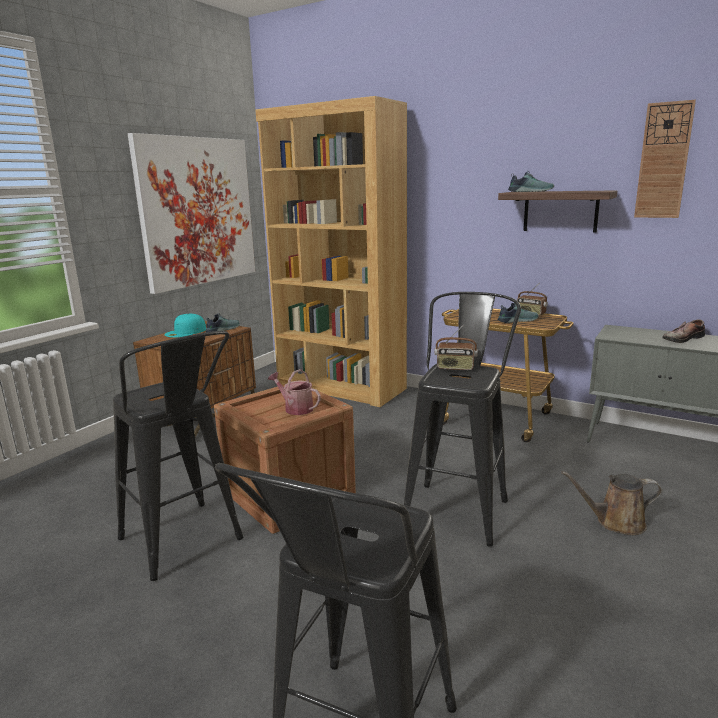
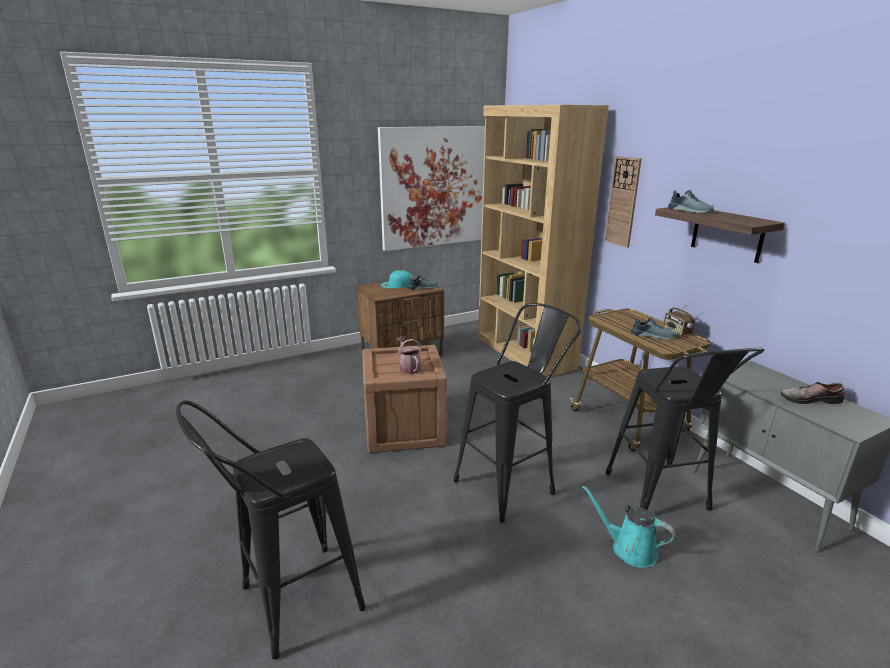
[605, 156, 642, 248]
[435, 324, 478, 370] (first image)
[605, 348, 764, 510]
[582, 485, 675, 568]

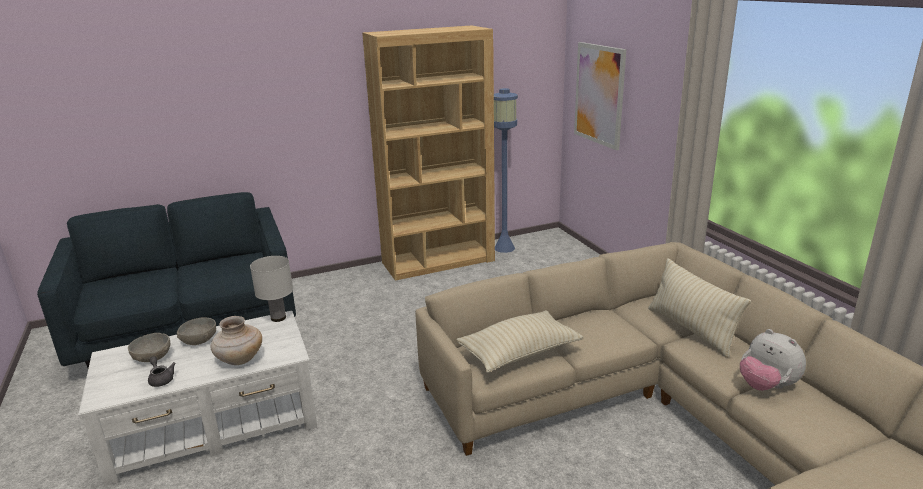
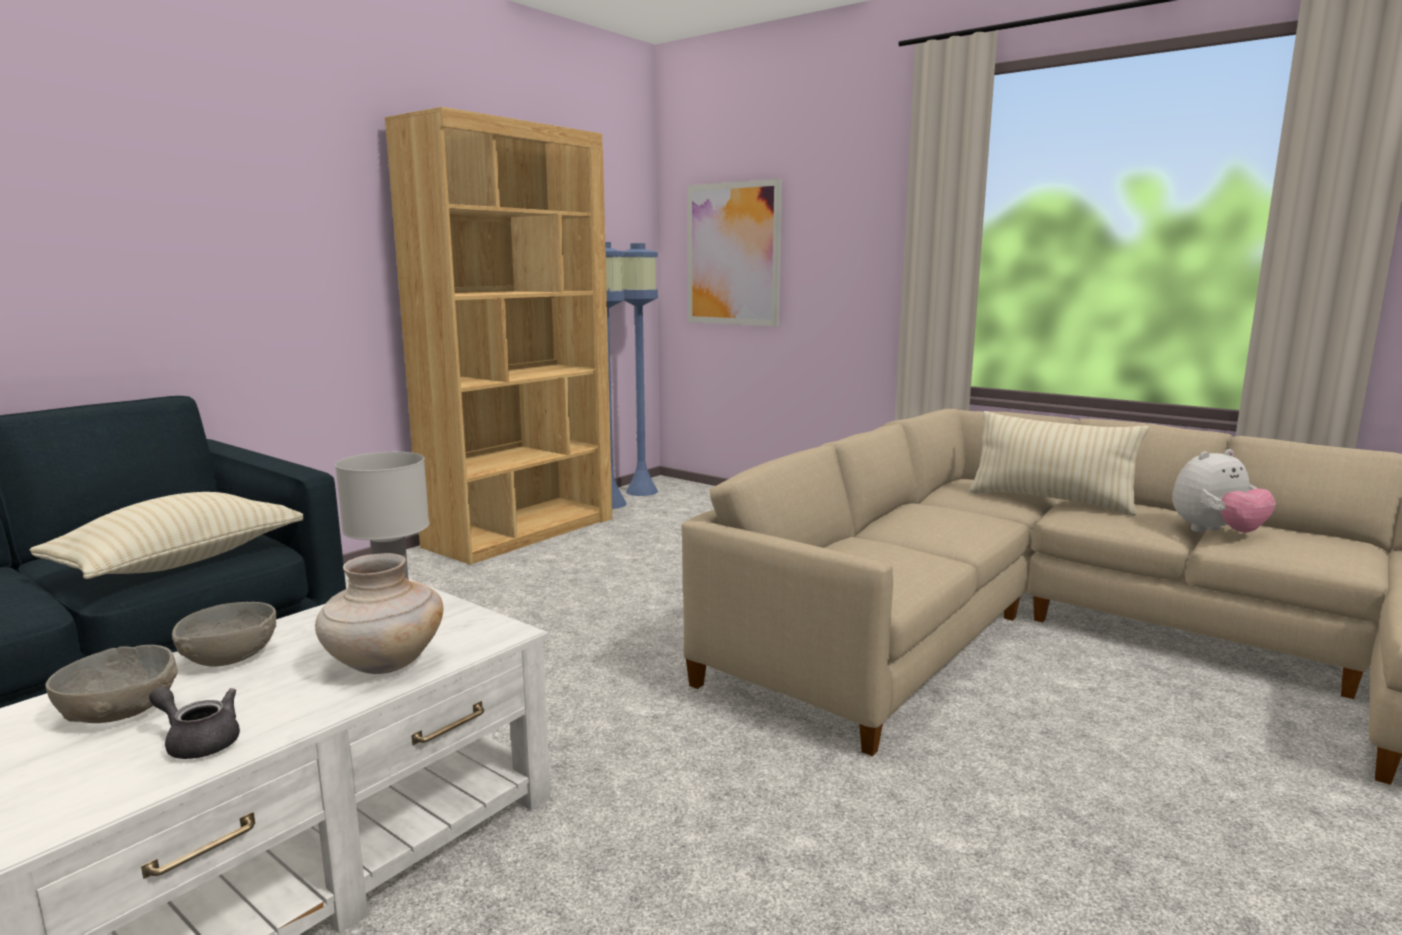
[30, 492, 303, 579]
[1172, 449, 1276, 533]
[622, 243, 658, 496]

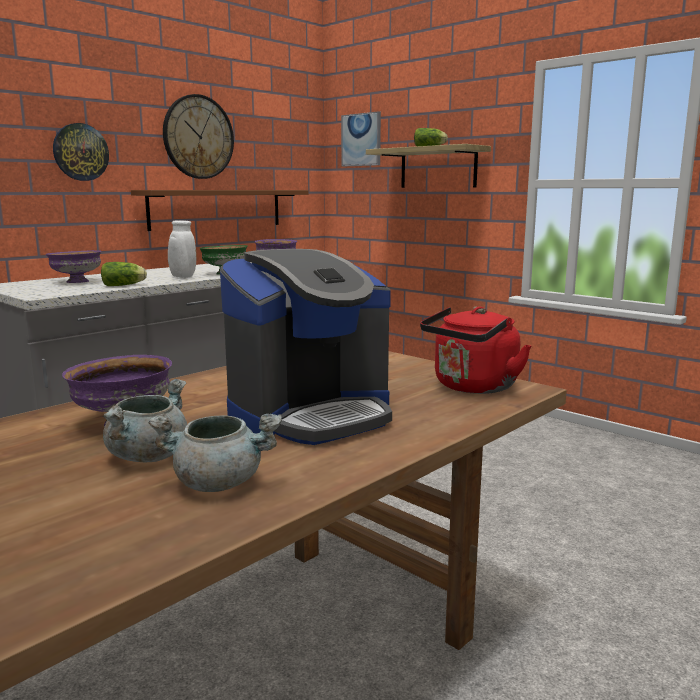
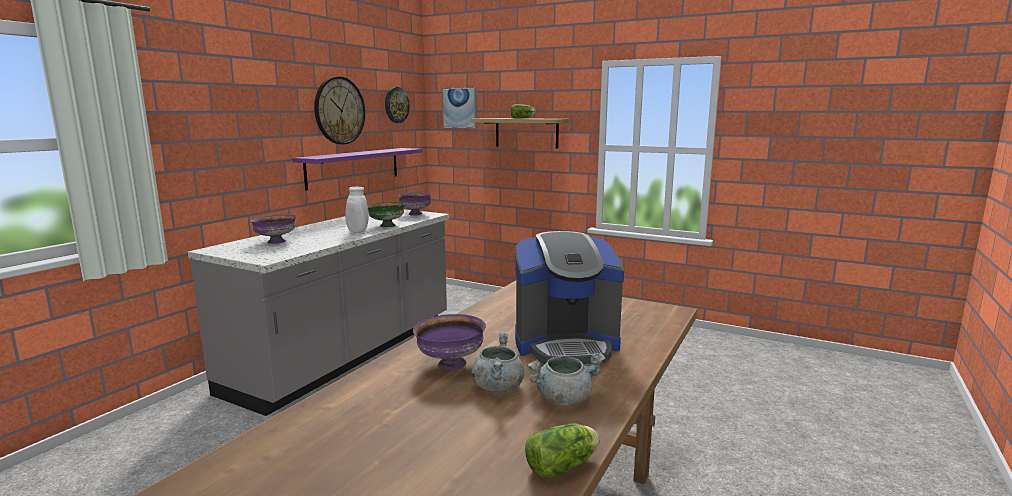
[385, 87, 410, 123]
[293, 148, 423, 190]
[515, 231, 624, 364]
[525, 423, 600, 479]
[420, 306, 531, 394] (first image)

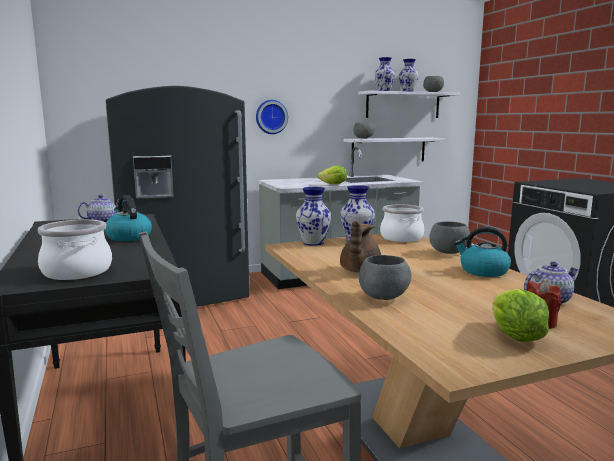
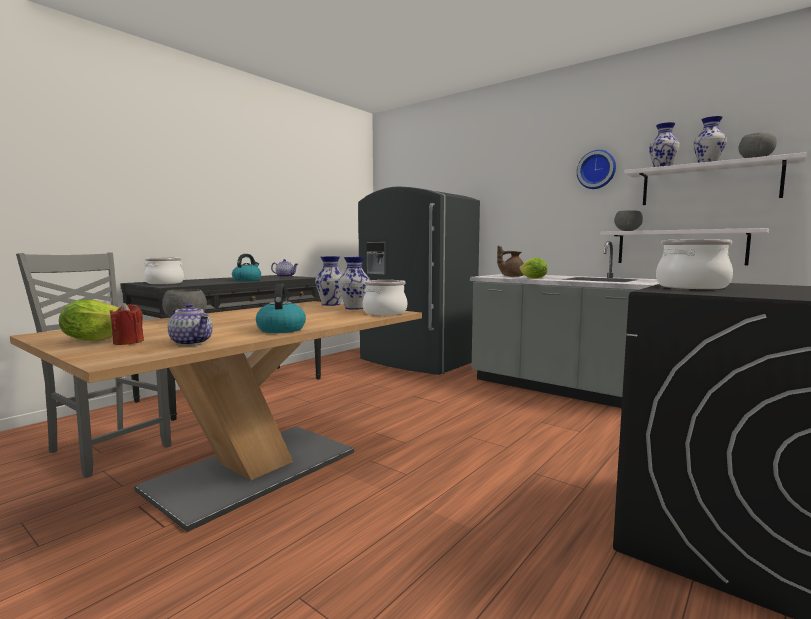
[577, 150, 616, 189]
[497, 245, 524, 277]
[429, 221, 470, 254] (first image)
[656, 239, 733, 289]

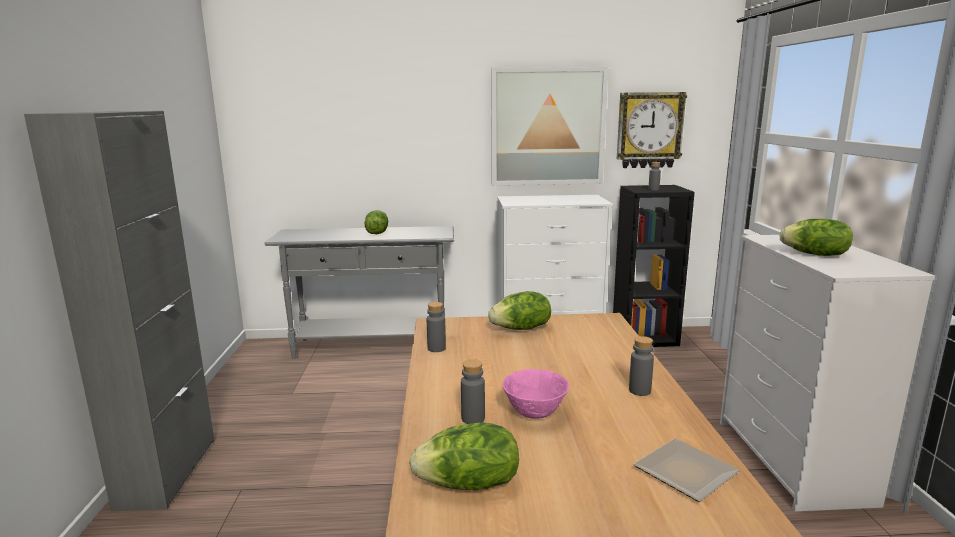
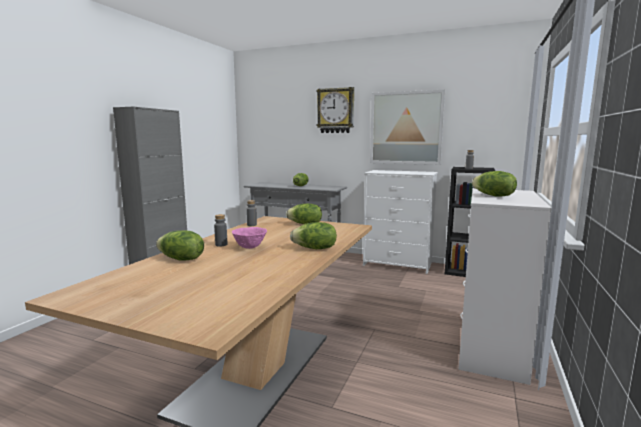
[317, 87, 354, 133]
[290, 222, 337, 249]
[633, 438, 741, 502] (first image)

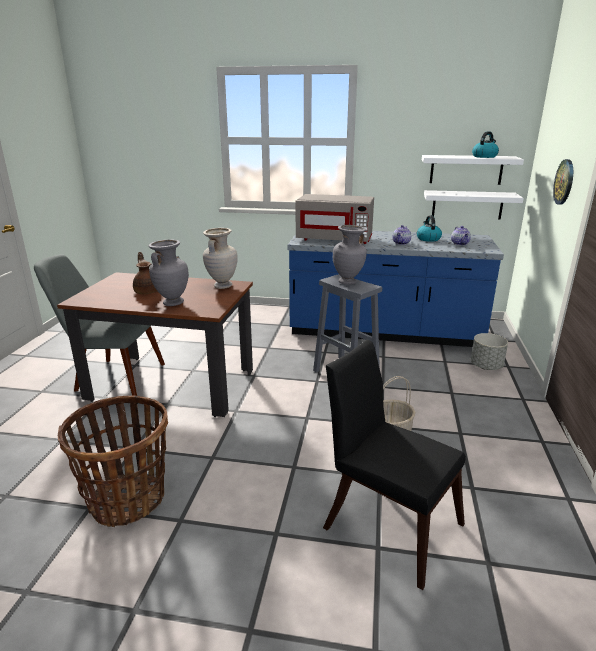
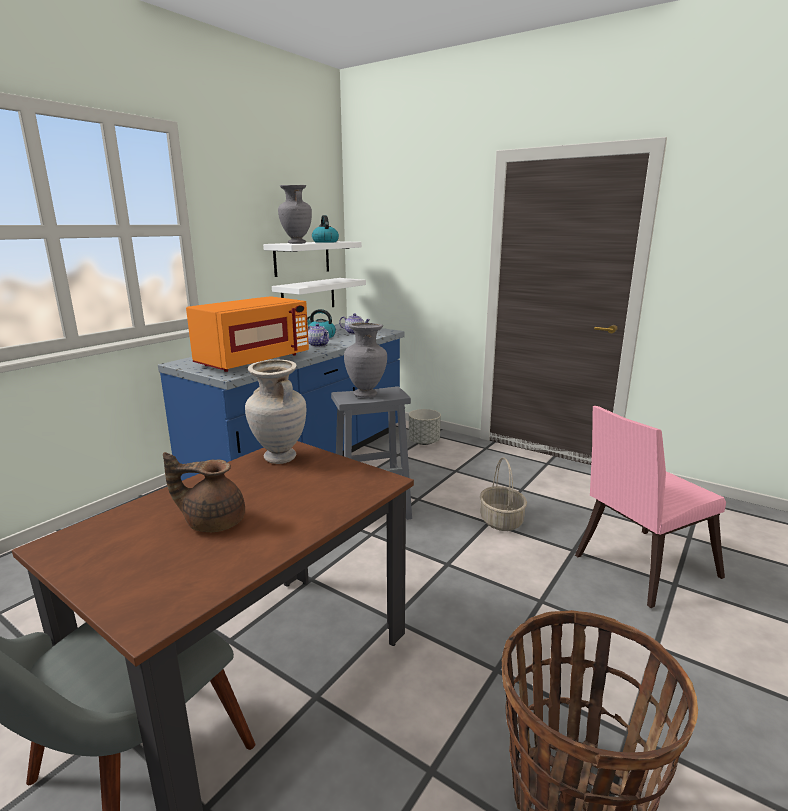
[553, 159, 573, 205] (first image)
[186, 296, 309, 372]
[278, 185, 312, 244]
[575, 406, 726, 608]

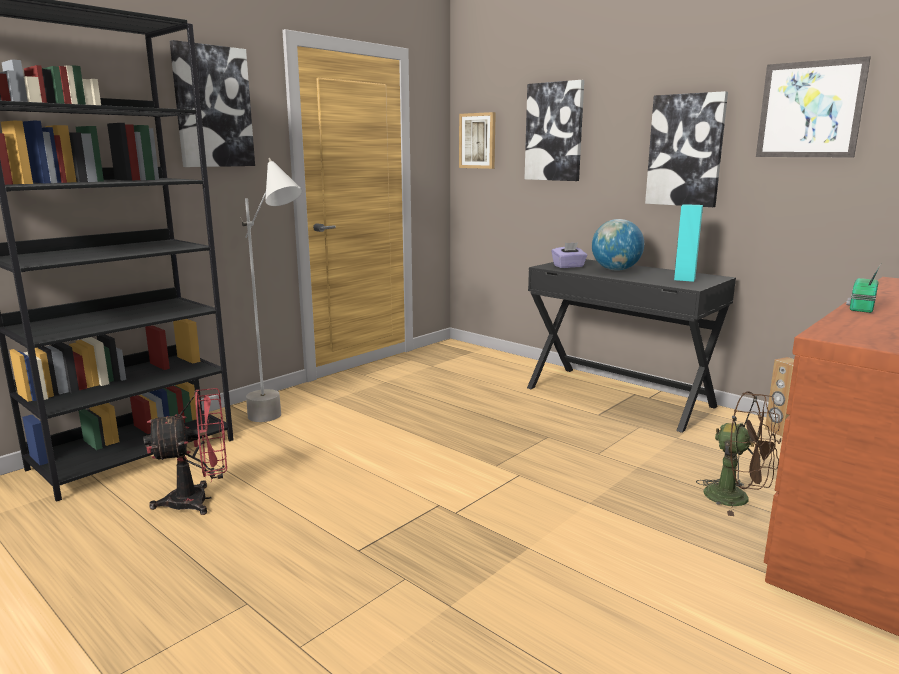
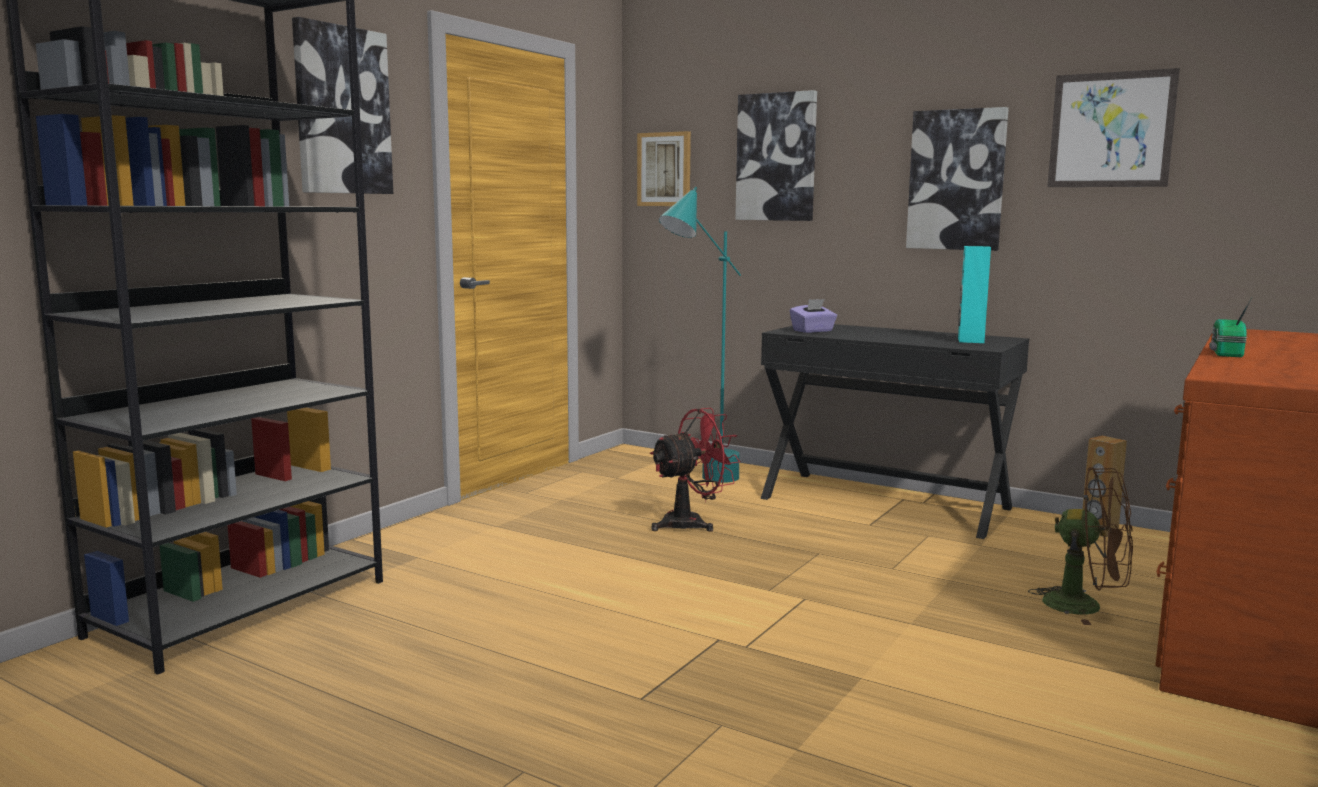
[240, 158, 302, 422] (first image)
[592, 219, 644, 271] (first image)
[650, 408, 740, 532]
[659, 187, 741, 483]

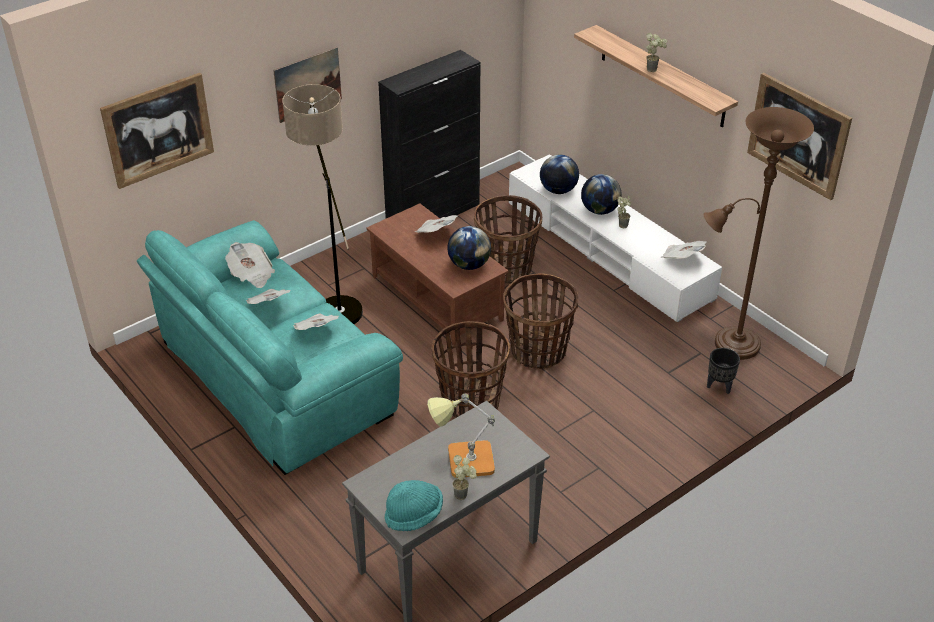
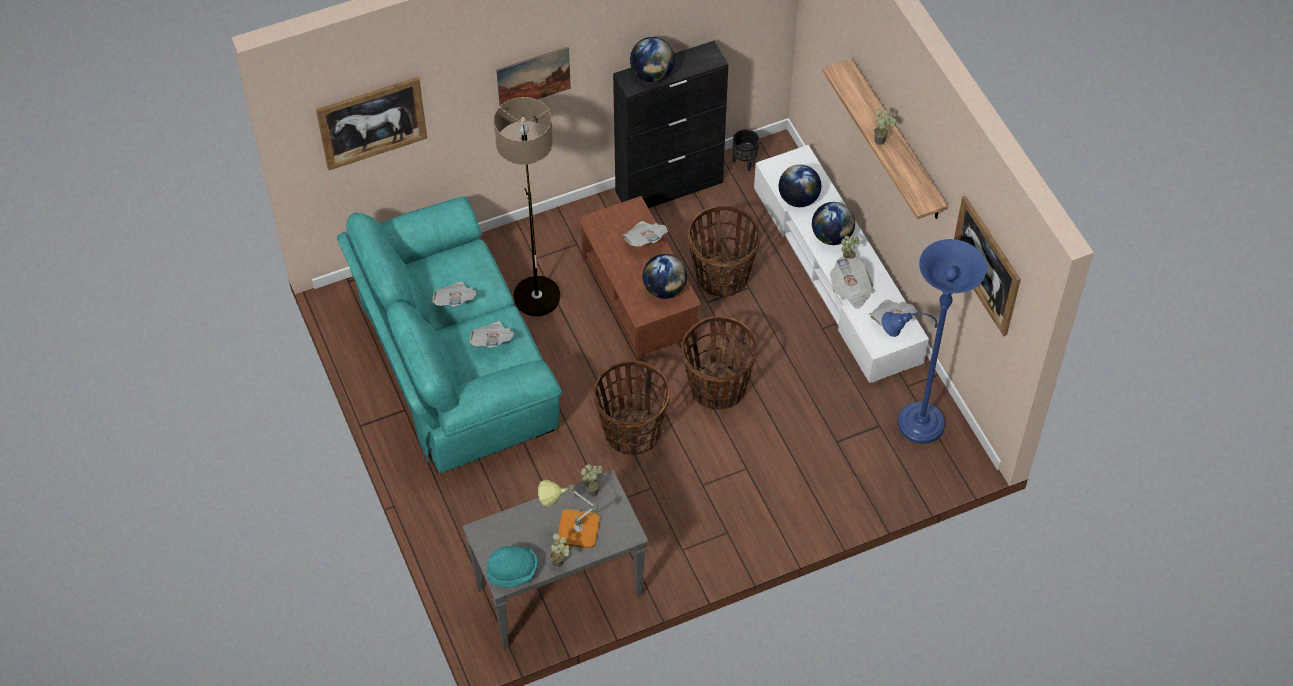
[882, 239, 987, 444]
[830, 257, 875, 309]
[733, 129, 760, 171]
[630, 37, 675, 82]
[581, 464, 603, 497]

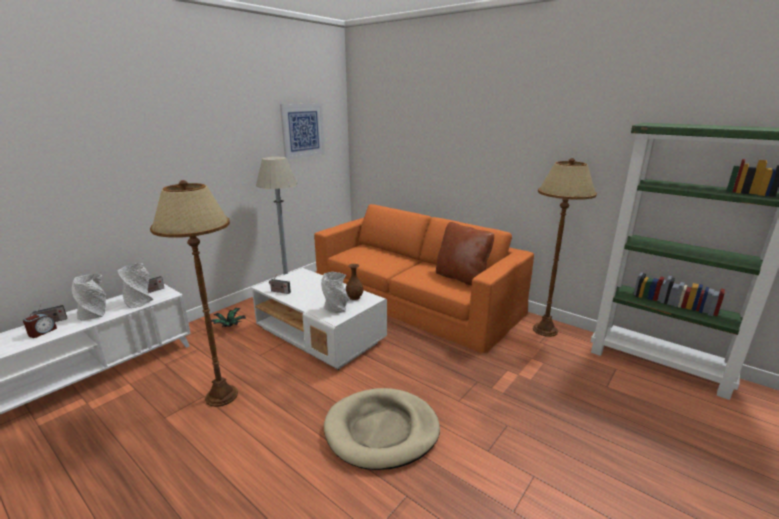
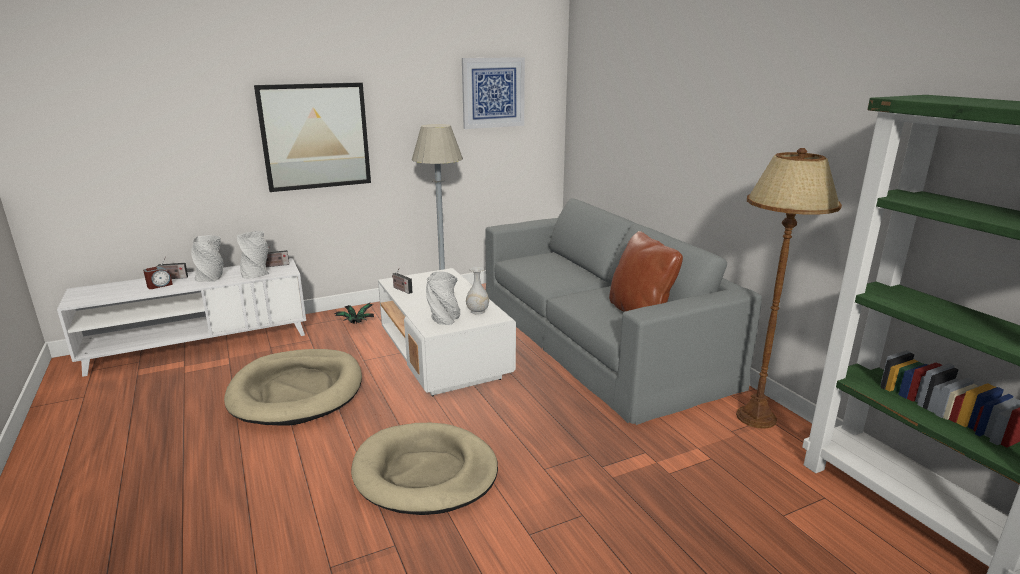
[224, 349, 362, 426]
[485, 198, 762, 425]
[466, 267, 489, 315]
[254, 82, 371, 192]

